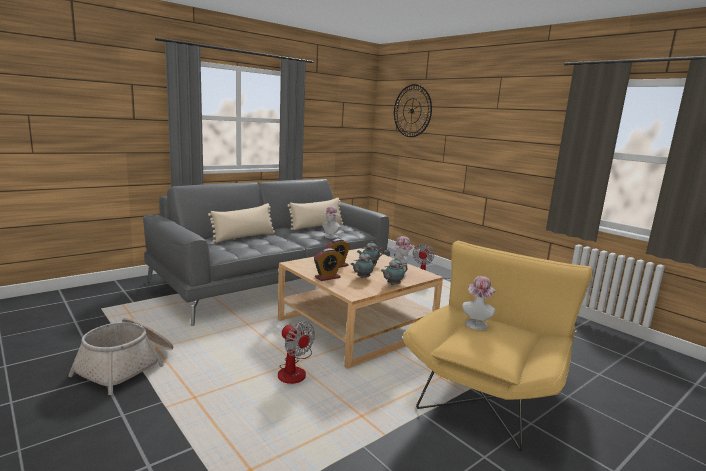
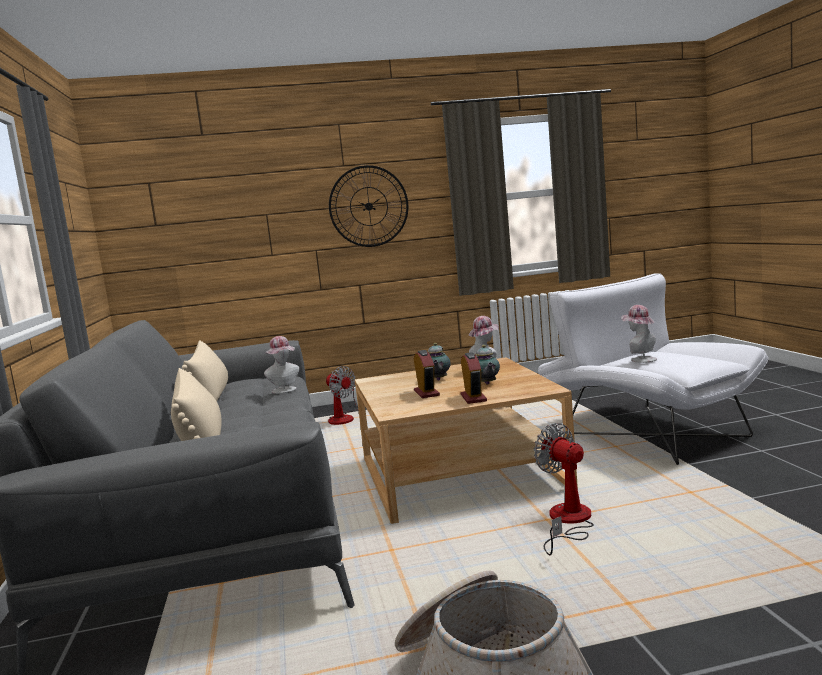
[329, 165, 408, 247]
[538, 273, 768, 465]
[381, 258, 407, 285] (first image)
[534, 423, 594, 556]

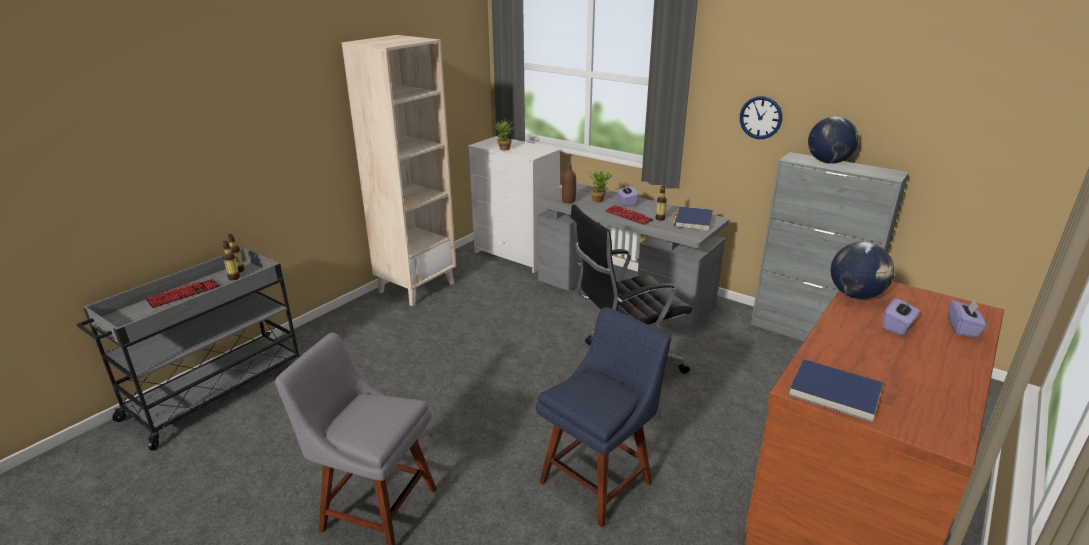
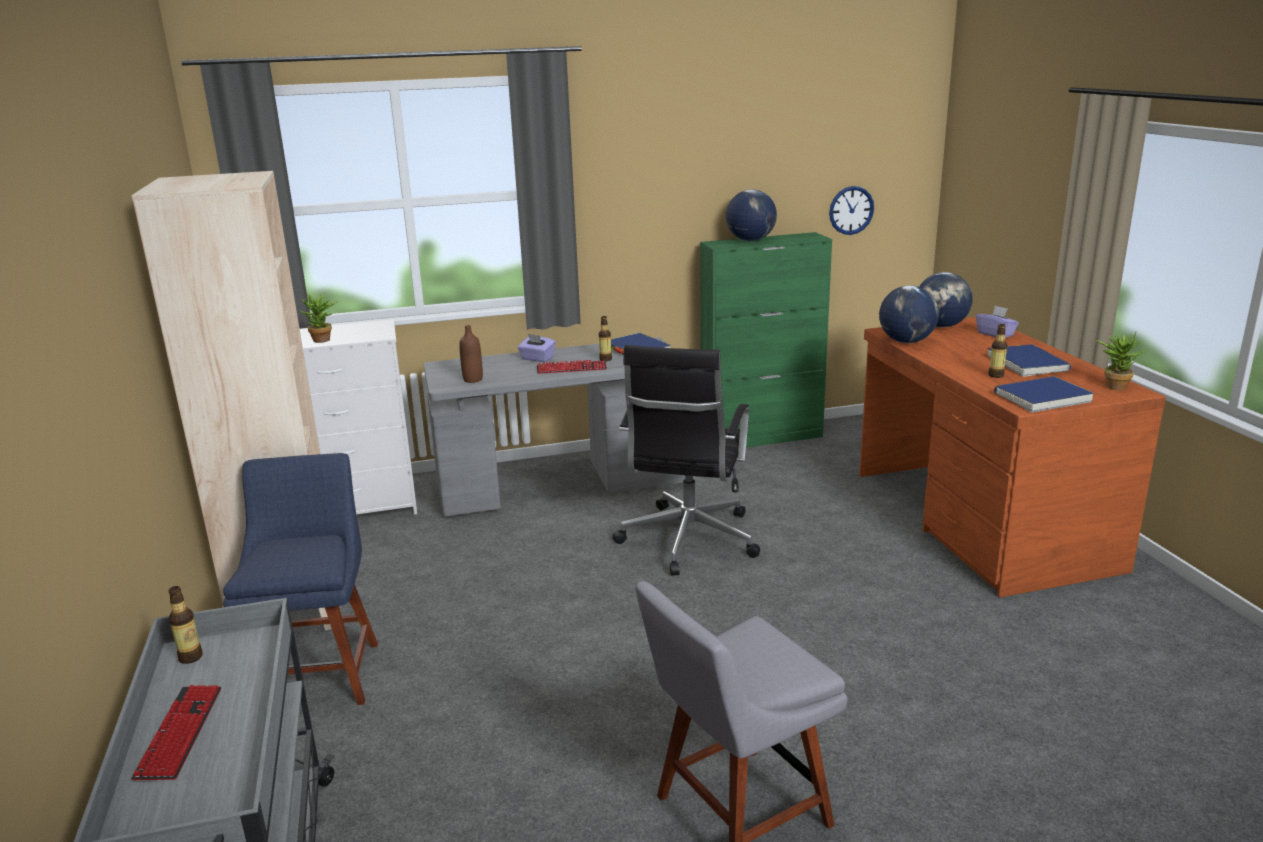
[829, 186, 874, 235]
[700, 232, 832, 448]
[1096, 332, 1144, 390]
[988, 324, 1007, 378]
[883, 298, 920, 335] (first image)
[223, 453, 378, 705]
[919, 272, 973, 327]
[987, 344, 1071, 377]

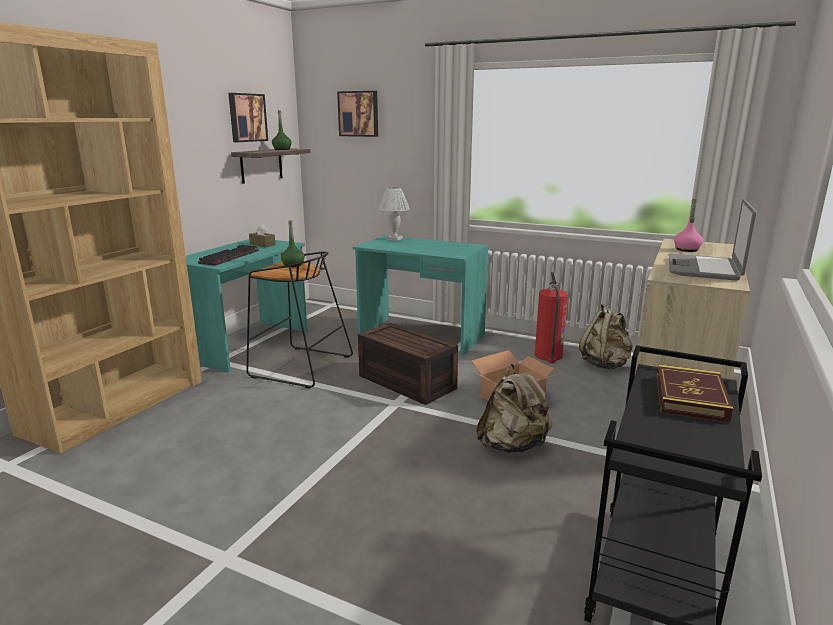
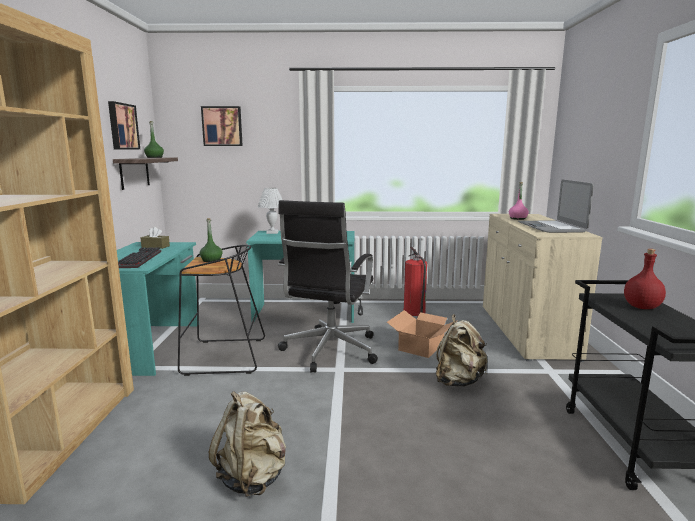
[209, 391, 286, 497]
[278, 200, 378, 372]
[624, 249, 666, 309]

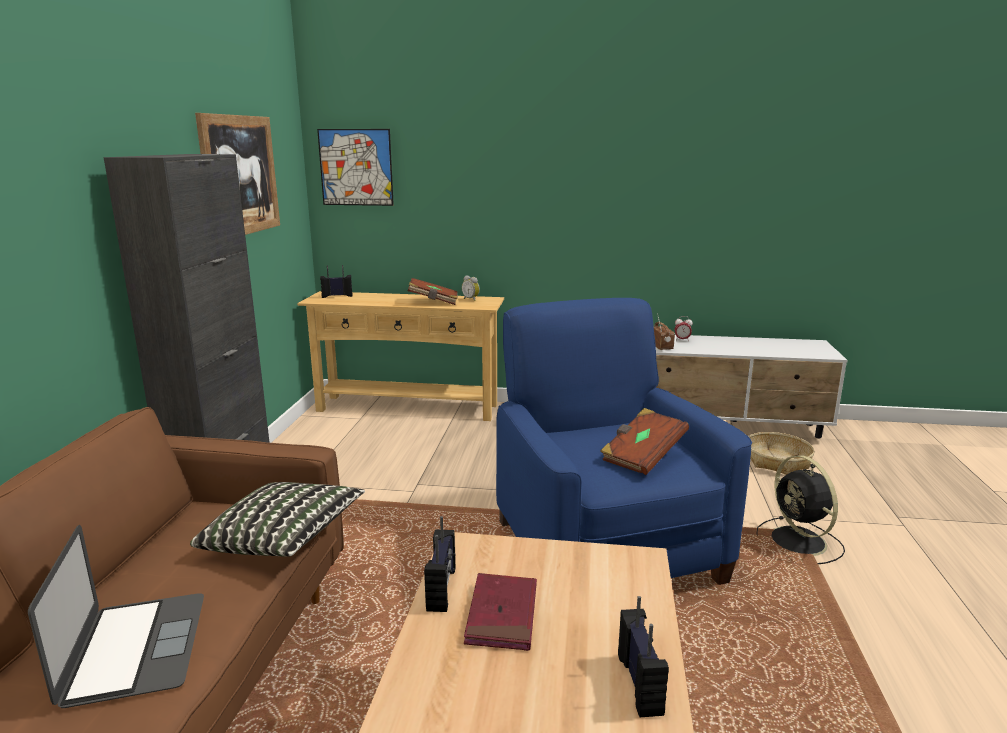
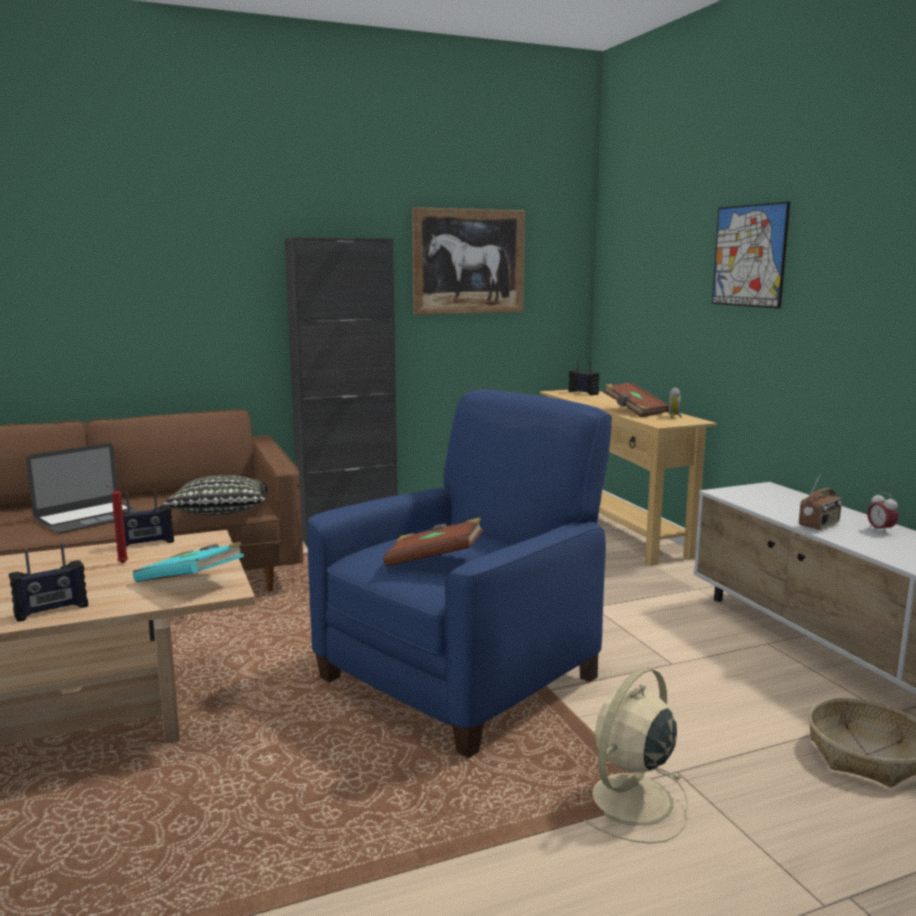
[712, 202, 790, 309]
[584, 667, 688, 844]
[106, 485, 128, 563]
[133, 542, 244, 582]

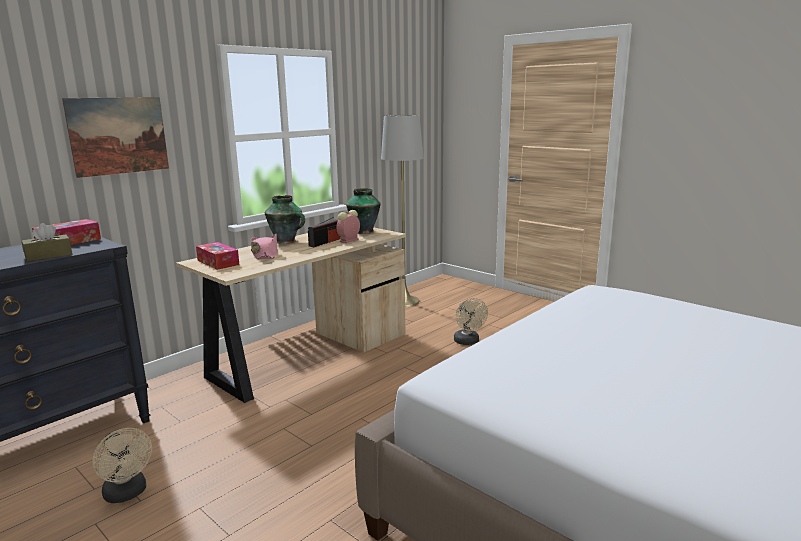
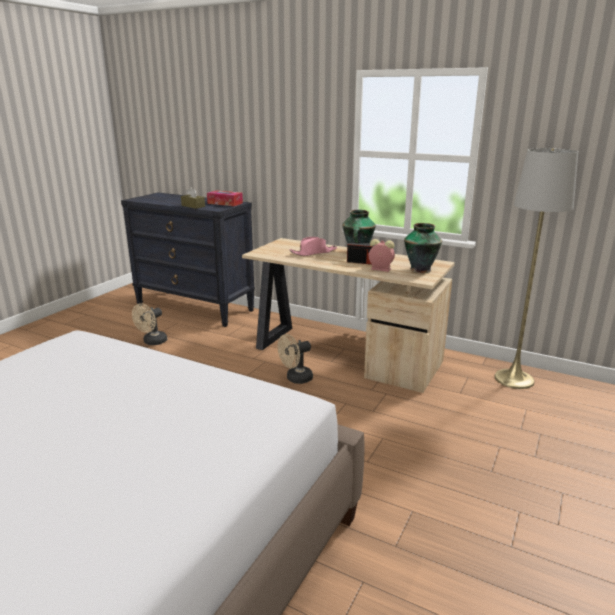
[62, 97, 169, 178] (first image)
[196, 242, 239, 270] (first image)
[277, 334, 313, 384]

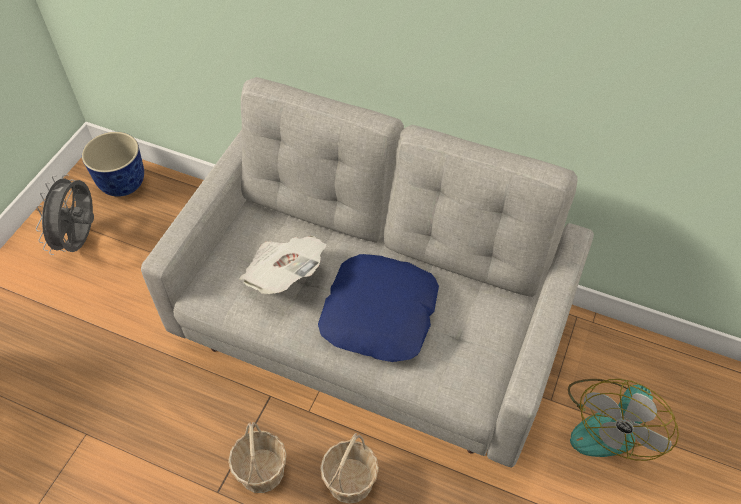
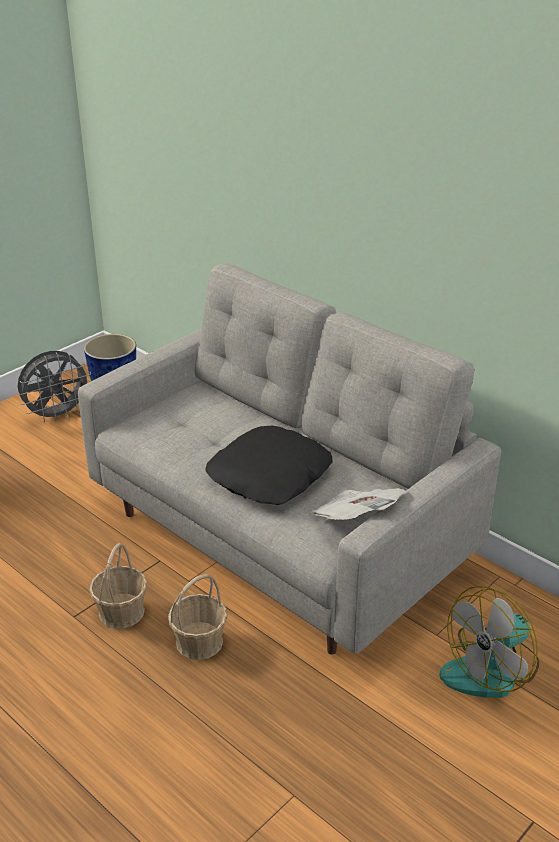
[18, 351, 91, 422]
[311, 488, 408, 520]
[205, 426, 332, 505]

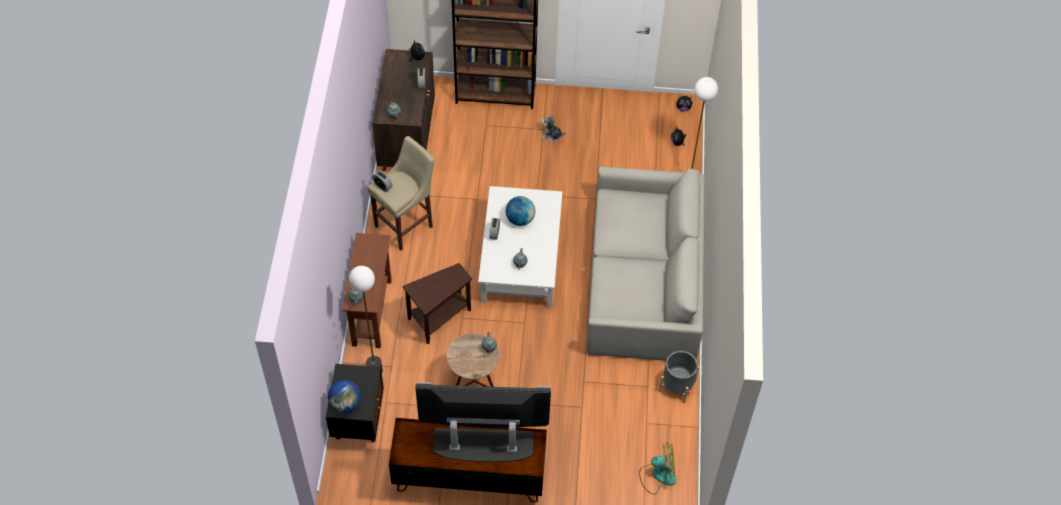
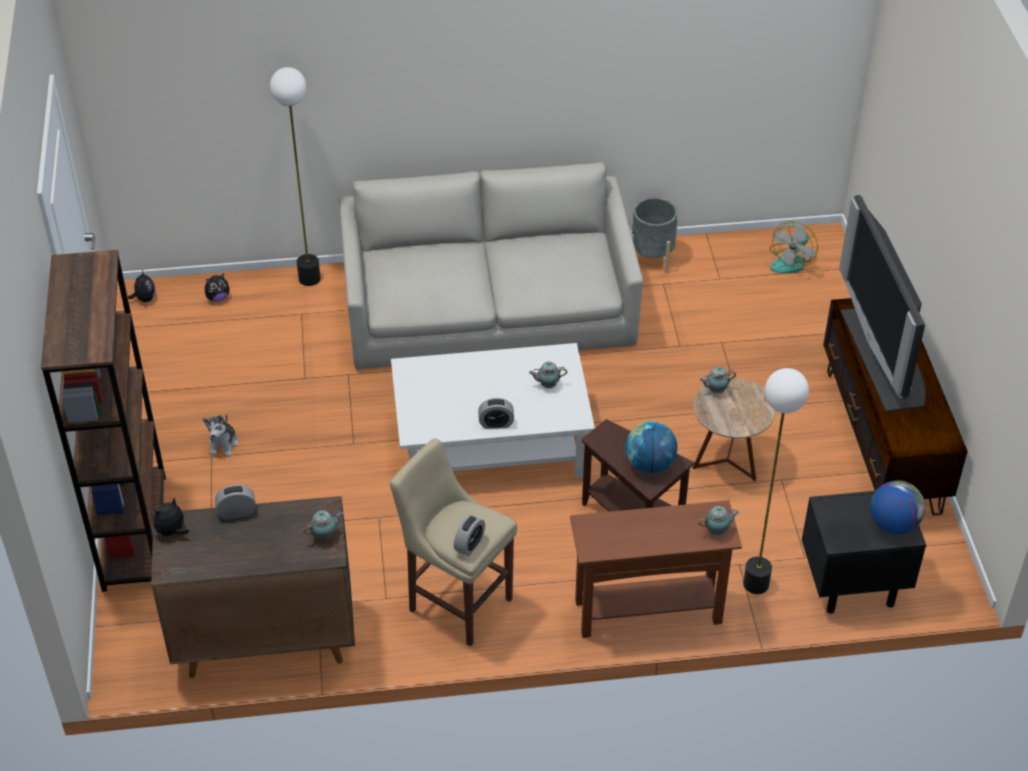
[625, 421, 678, 473]
[770, 221, 818, 273]

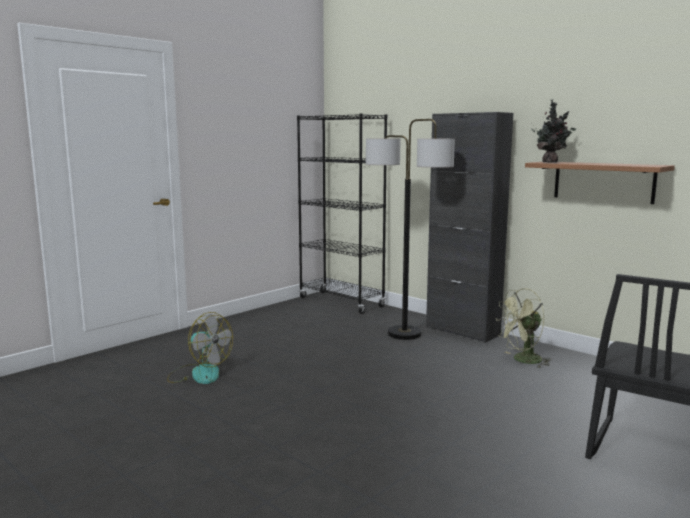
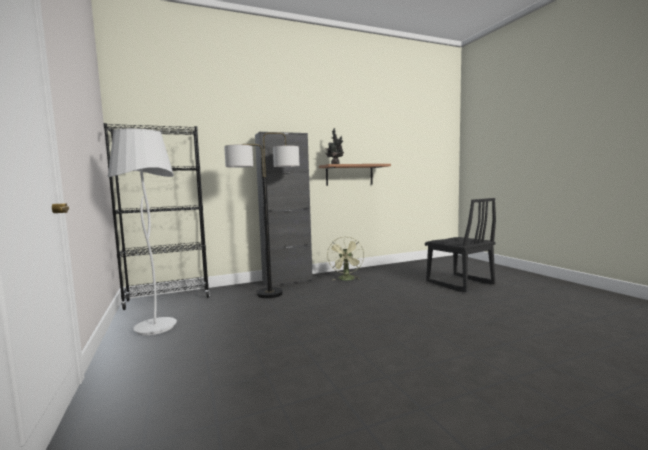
[167, 312, 233, 384] (first image)
[108, 129, 177, 335]

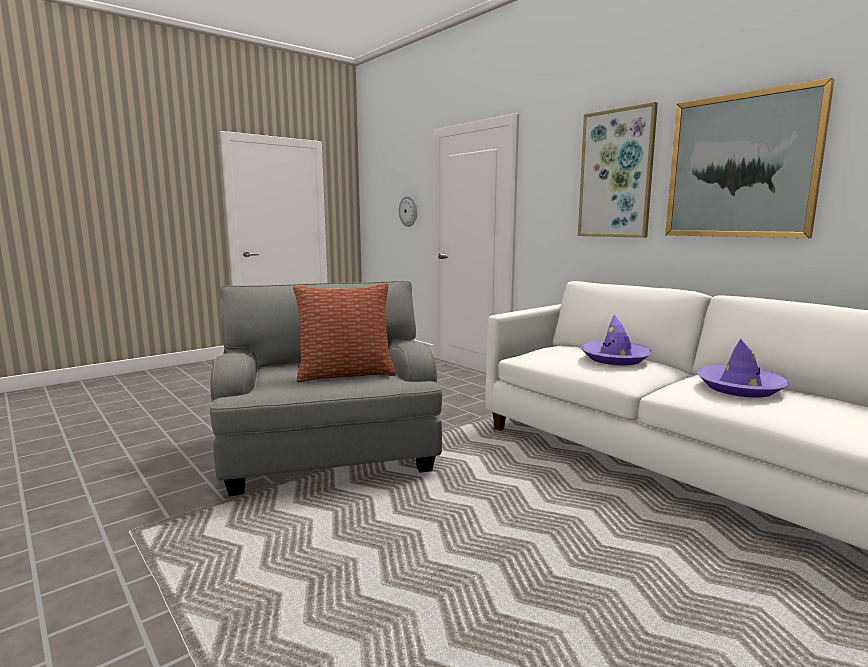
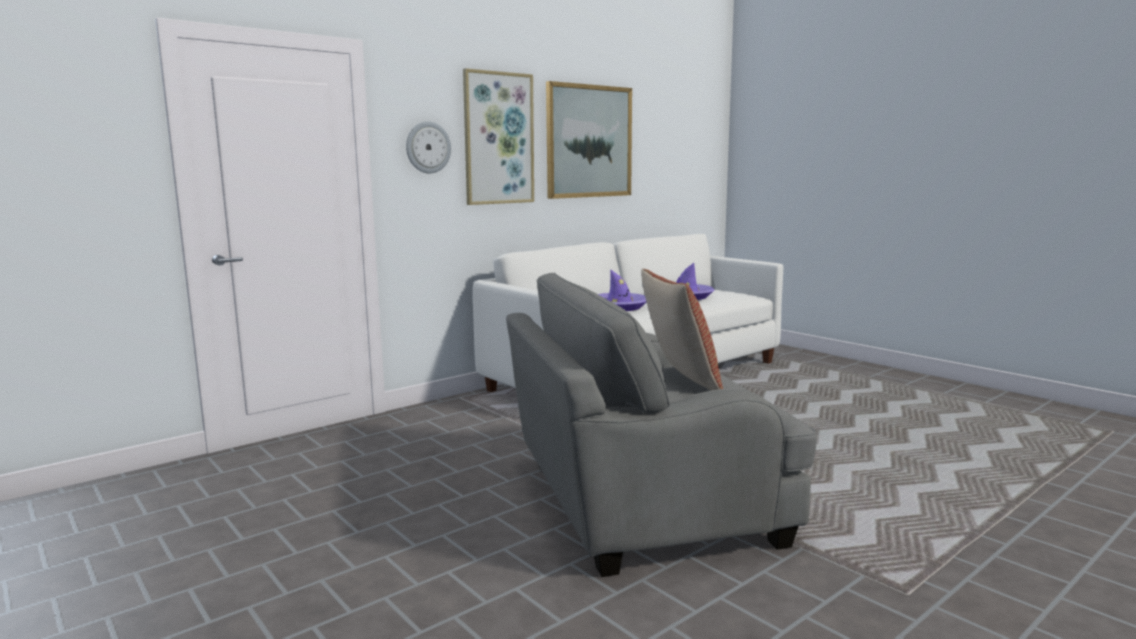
[406, 121, 451, 173]

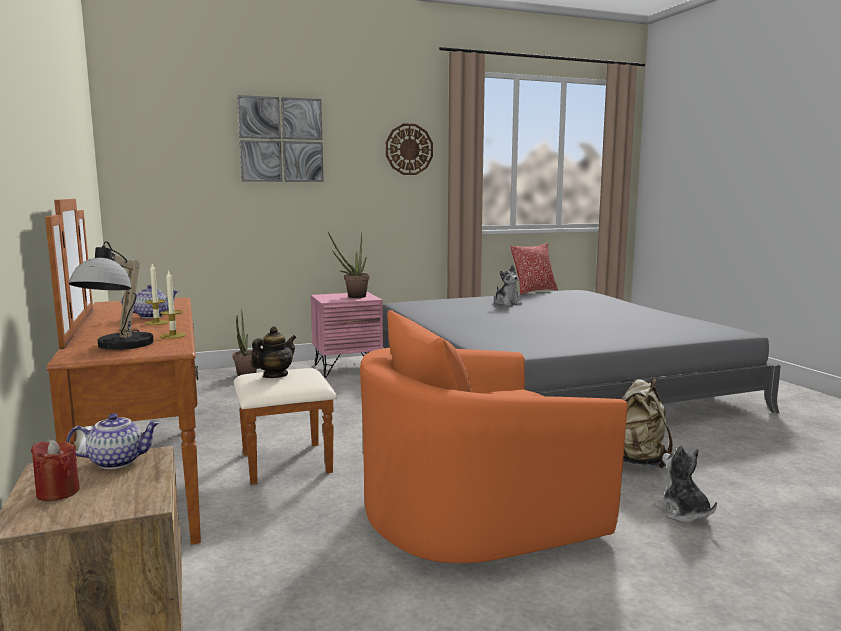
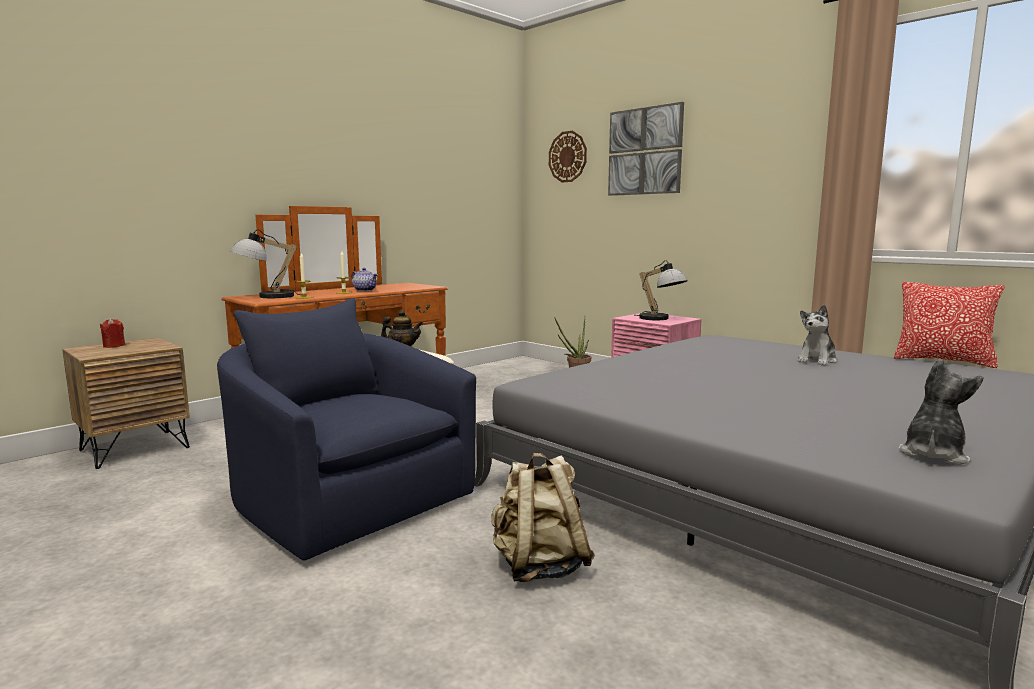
[549, 131, 587, 182]
[635, 260, 688, 320]
[217, 298, 476, 560]
[66, 413, 160, 469] (first image)
[899, 359, 983, 465]

